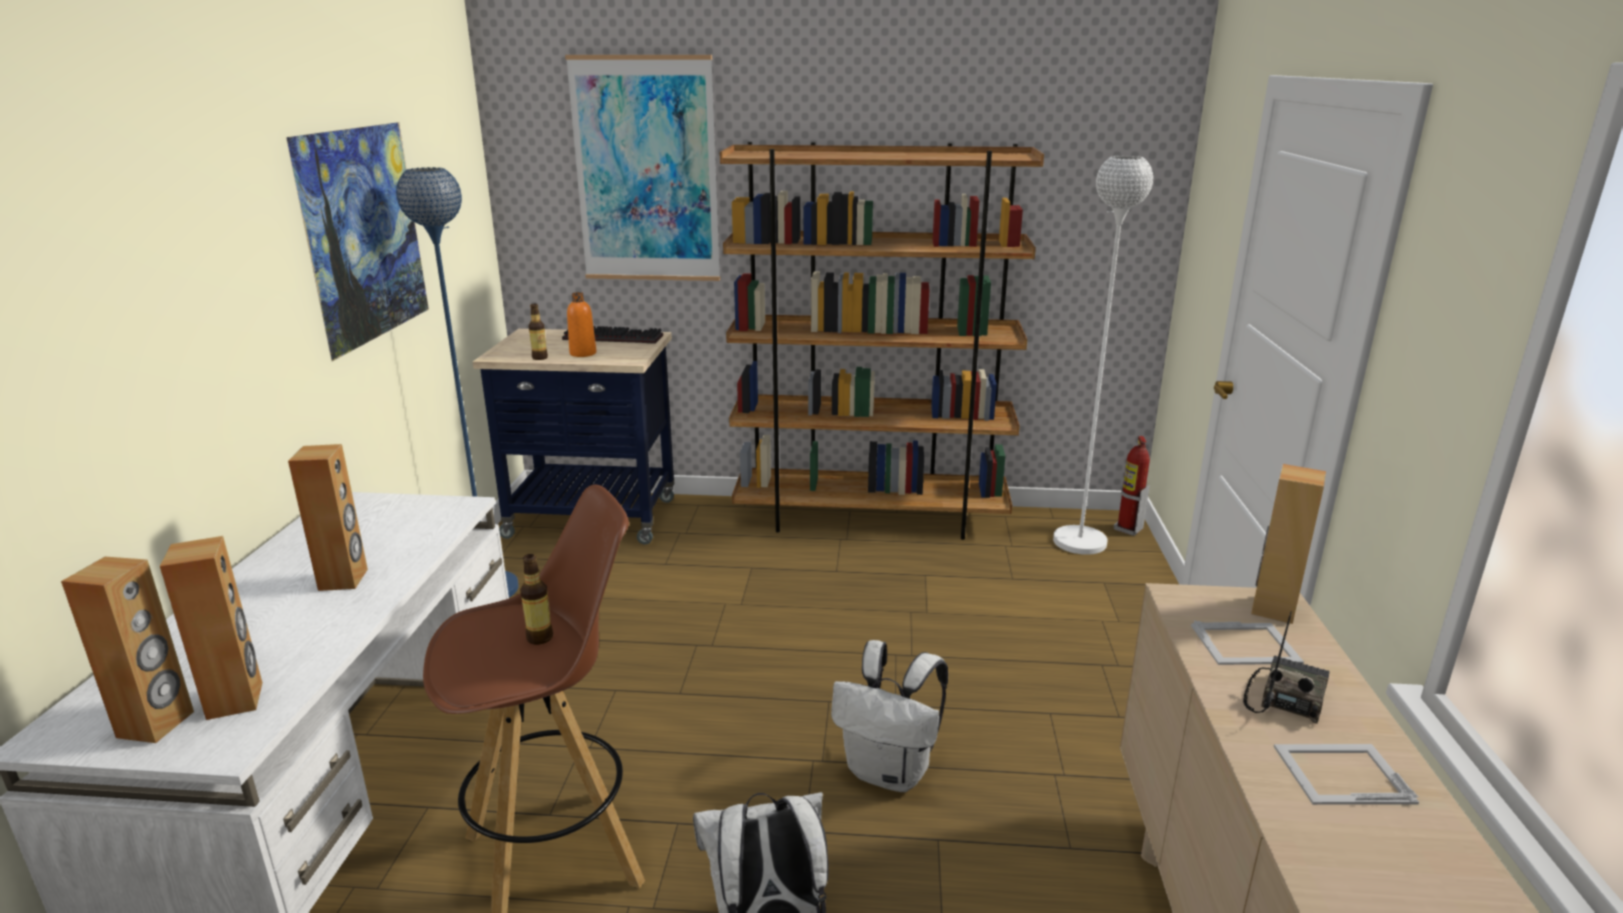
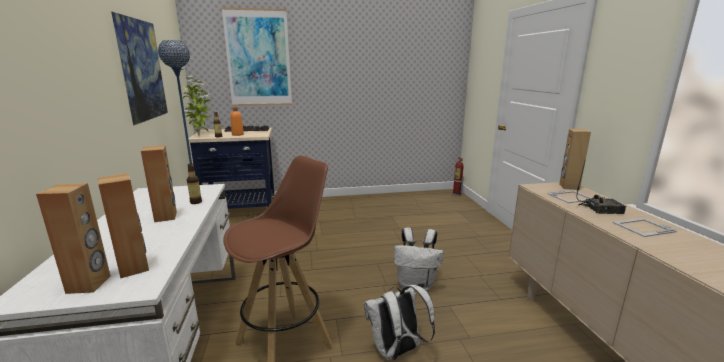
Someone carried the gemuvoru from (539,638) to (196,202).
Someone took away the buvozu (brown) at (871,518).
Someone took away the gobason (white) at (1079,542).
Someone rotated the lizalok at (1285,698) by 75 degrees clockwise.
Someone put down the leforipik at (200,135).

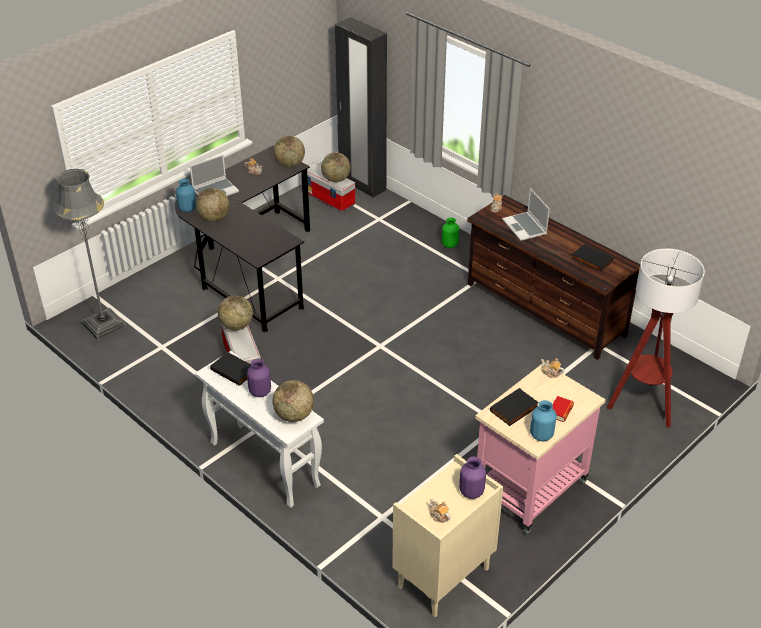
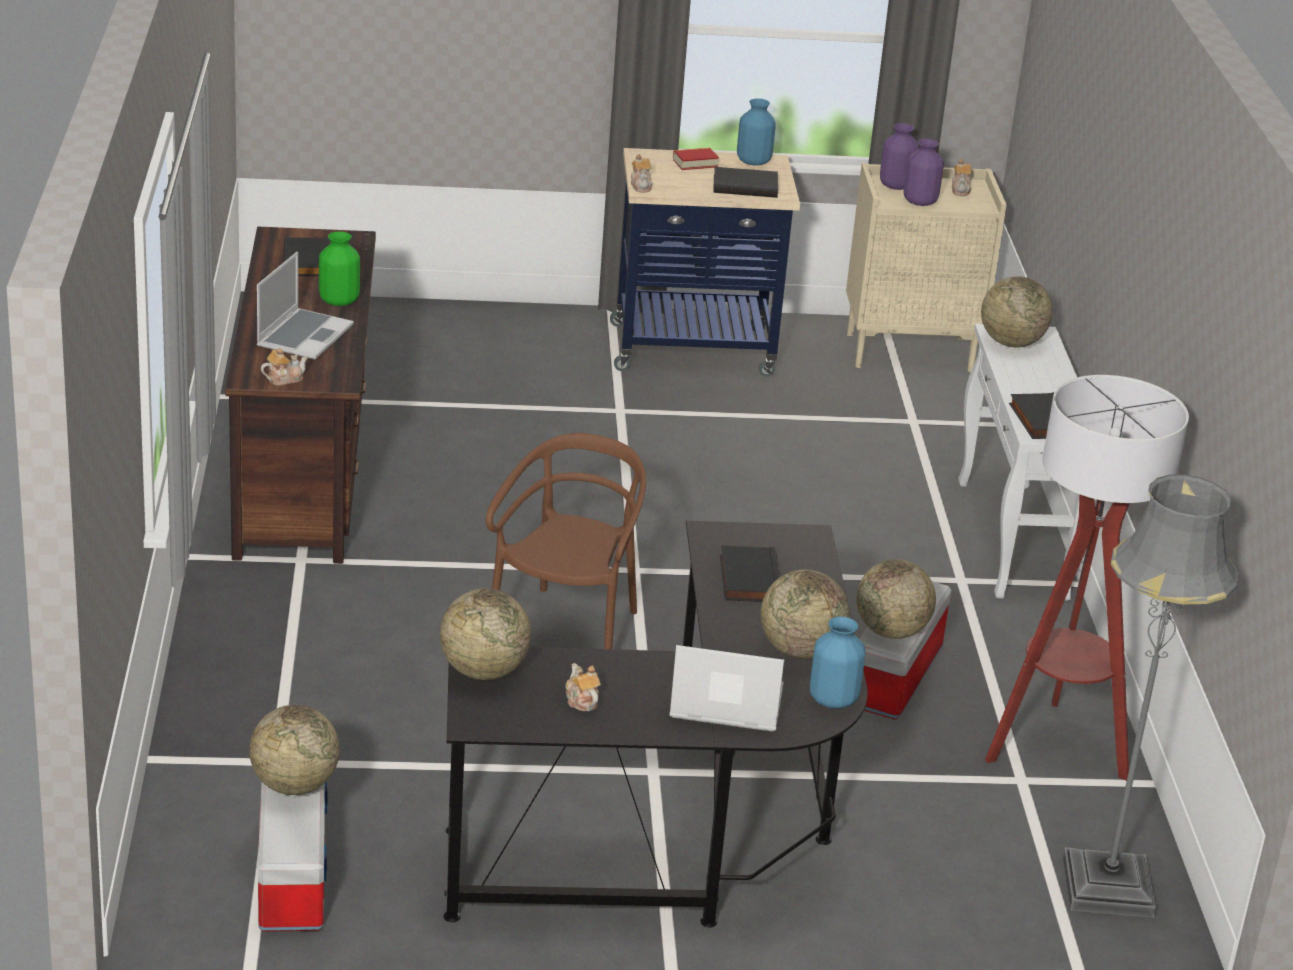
Someone carried the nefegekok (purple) from (260,392) to (920,201).
Someone took away the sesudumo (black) at (362,184).
Someone carried the nefegekok (green) from (450,244) to (338,301).
Someone repainted the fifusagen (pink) at (530,491), which became the fifusagen (blue) at (693,349).
Someone carried the gobason from (642,406) to (1056,747).
Someone put down the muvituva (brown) at (566,633).
Someone put down the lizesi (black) at (747,579).

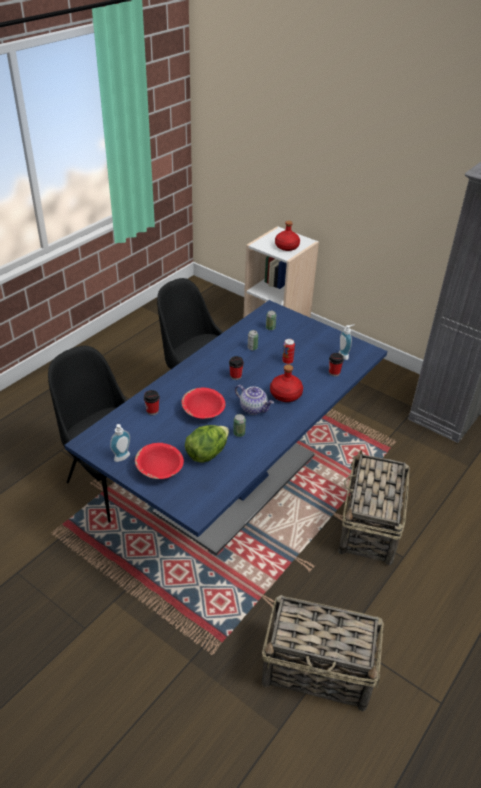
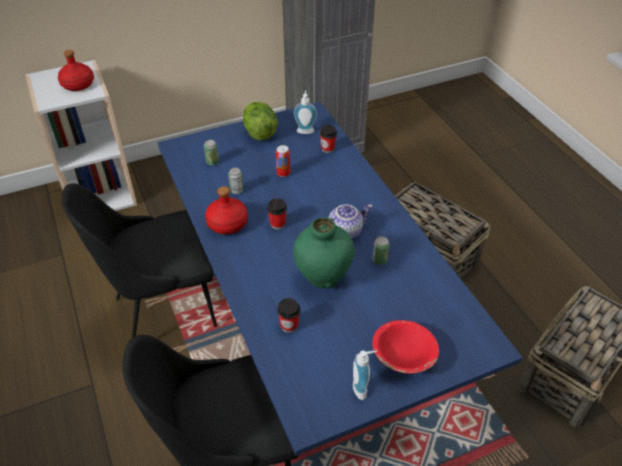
Someone swapped the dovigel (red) at (203,412) for the nefegekok (green) at (323,277).
Someone carried the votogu from (207,453) to (259,132).
Someone carried the gemuvoru (red) from (286,394) to (227,223).

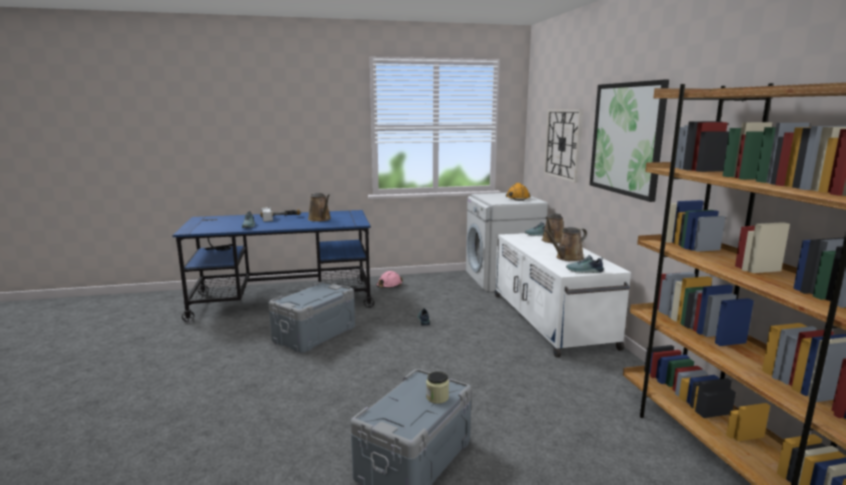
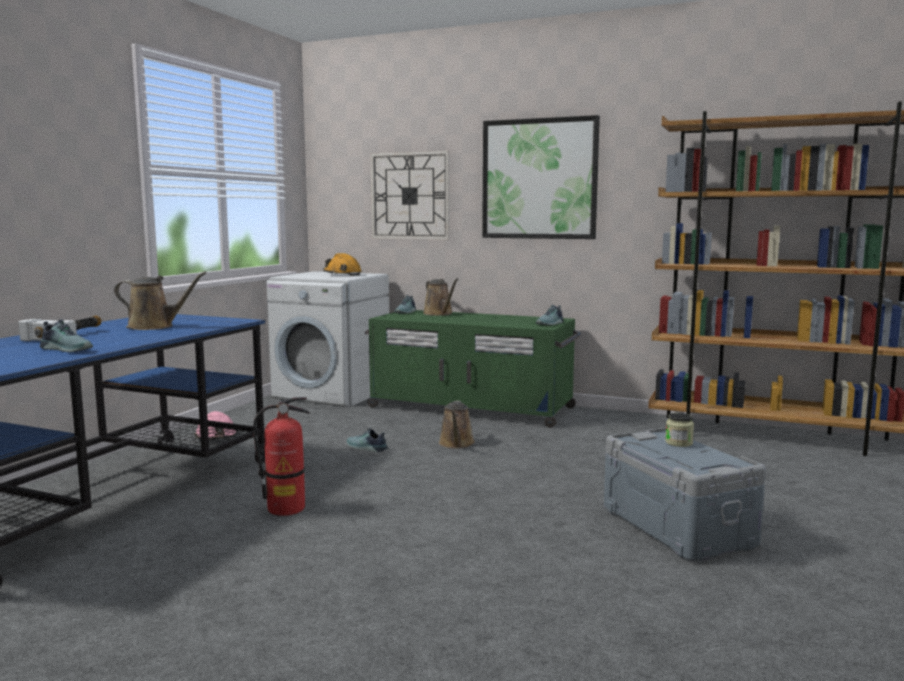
Someone swapped the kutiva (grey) at (315,334) for the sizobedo at (286,509).
Someone repainted the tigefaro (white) at (550,320), which became the tigefaro (green) at (472,407).
Someone carried the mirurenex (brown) from (567,258) to (456,444).

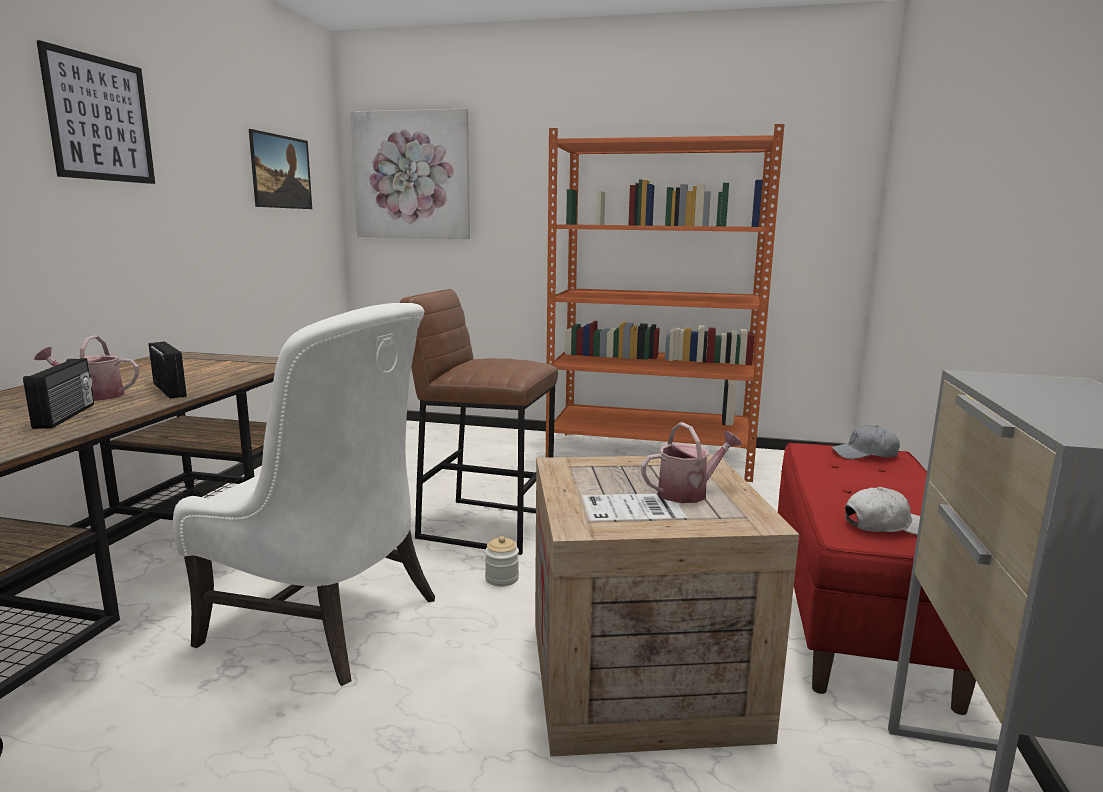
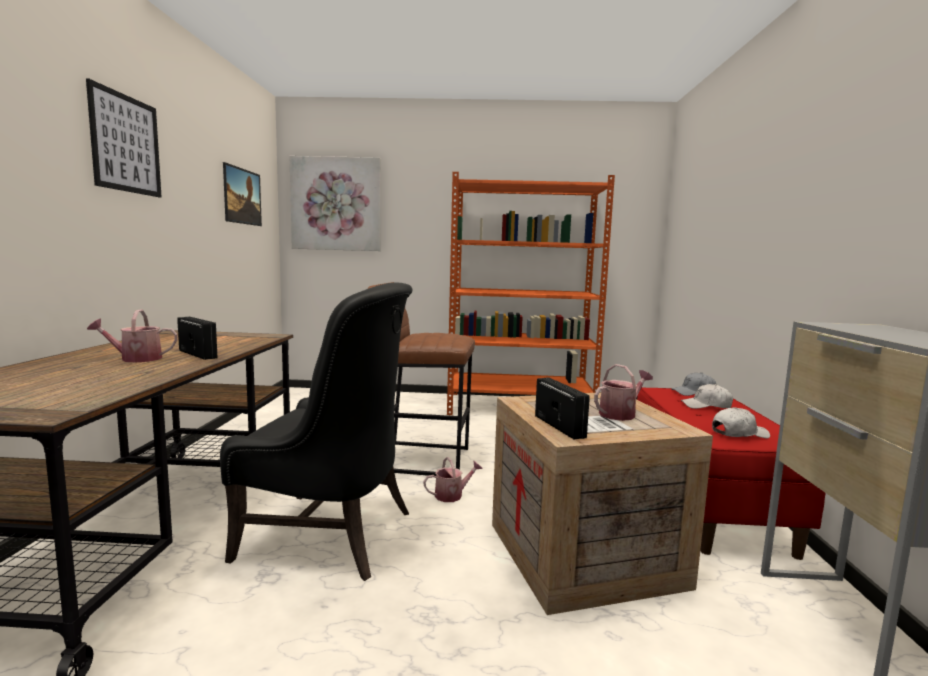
Someone carried the lizalok from (67,416) to (560,426).
Someone repainted the muvituva (white) at (327,620), which became the muvituva (black) at (330,534).
Someone swapped the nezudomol at (502,578) for the mirurenex at (452,495).
Someone put down the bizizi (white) at (706,406).

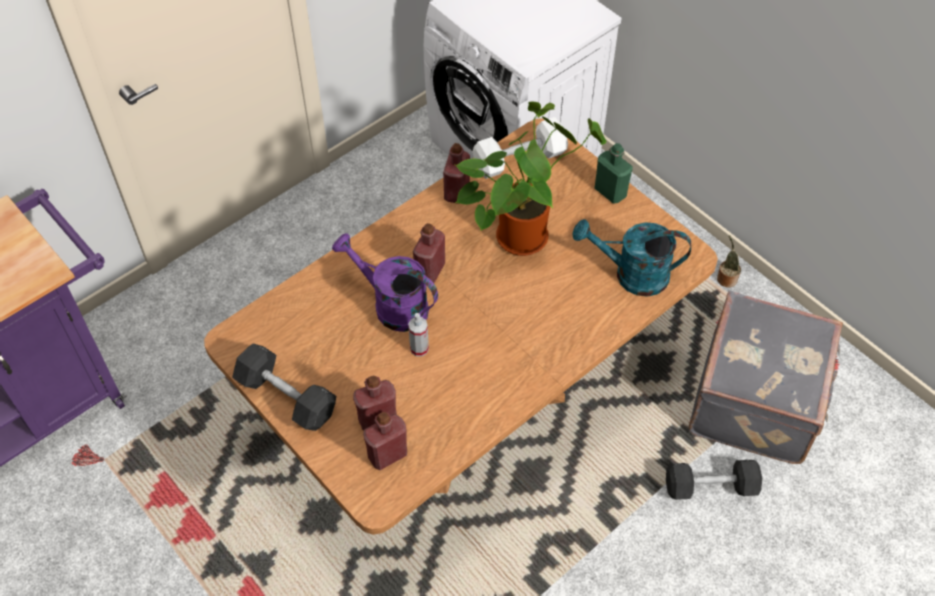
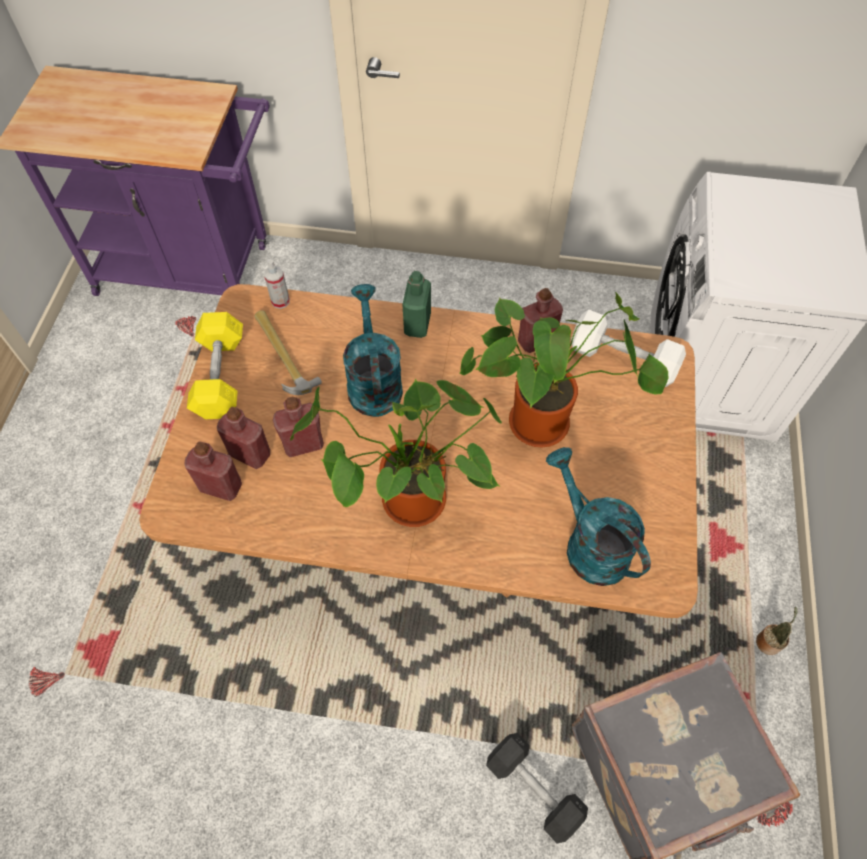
Someone repainted the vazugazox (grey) at (286,397), which became the vazugazox (yellow) at (220,376).
Someone repainted the mirurenex (purple) at (392,305), which became the mirurenex (turquoise) at (373,381).
Someone carried the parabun from (419,348) to (280,301).
Someone carried the gemuvoru (red) from (430,271) to (303,444).
Someone carried the gemuvoru (green) from (610,192) to (417,324).
Someone put down the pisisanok at (283,354).
Someone put down the leforipik at (408,505).

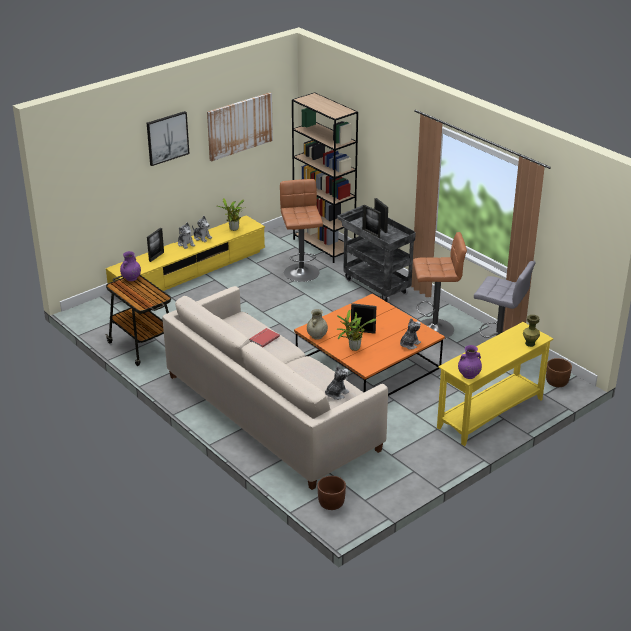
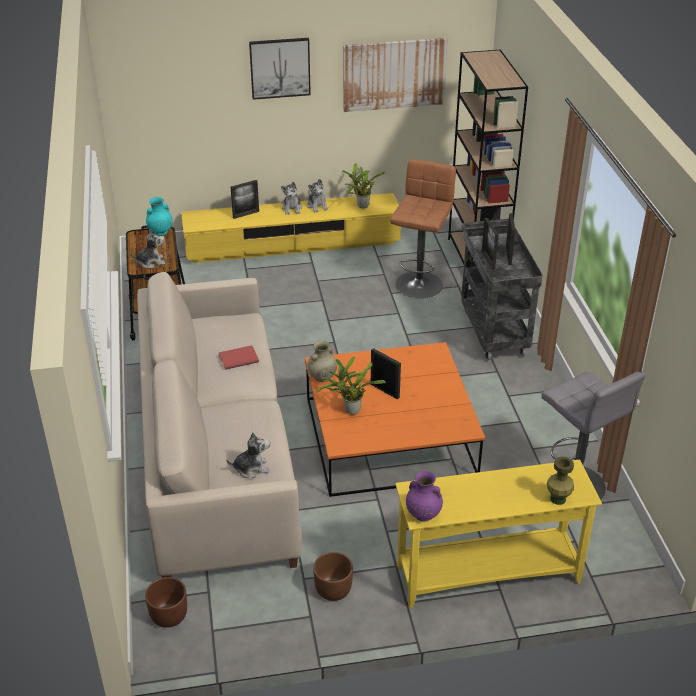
Someone repainted the nefegekok (purple) at (131,278), which became the nefegekok (turquoise) at (160,232).
Someone carried the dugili from (409,344) to (150,262).
Someone took away the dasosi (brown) at (435,329).
Someone carried the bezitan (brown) from (557,382) to (333,590).

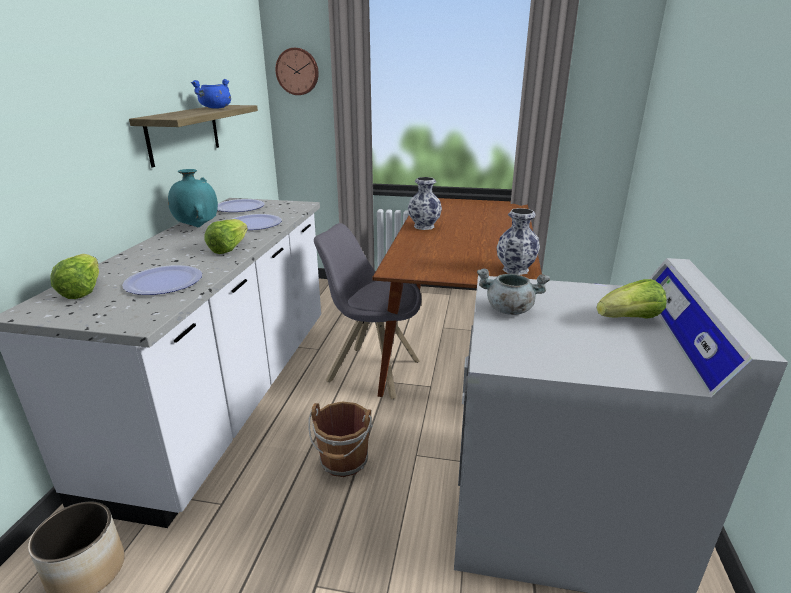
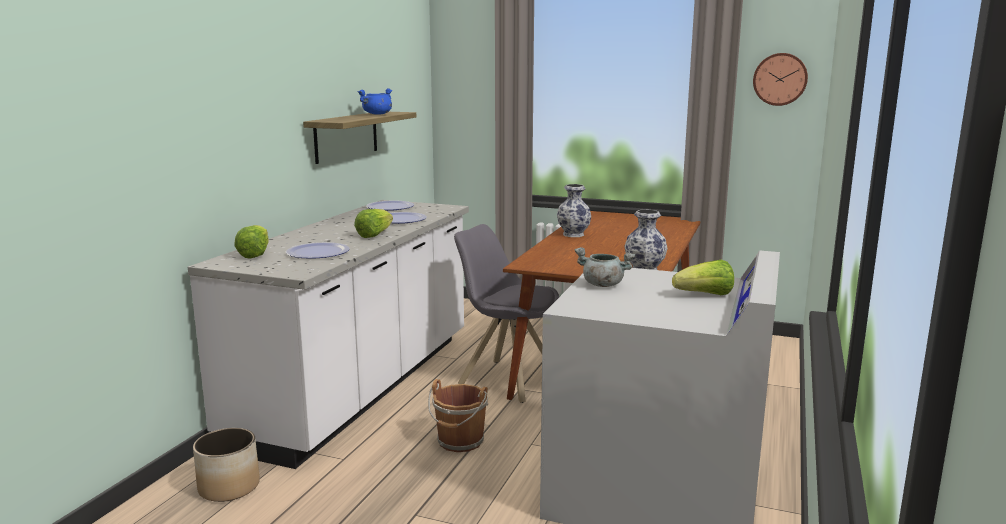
Someone took away the nefegekok (turquoise) at (197,227).
Someone carried the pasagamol from (298,71) to (780,79).

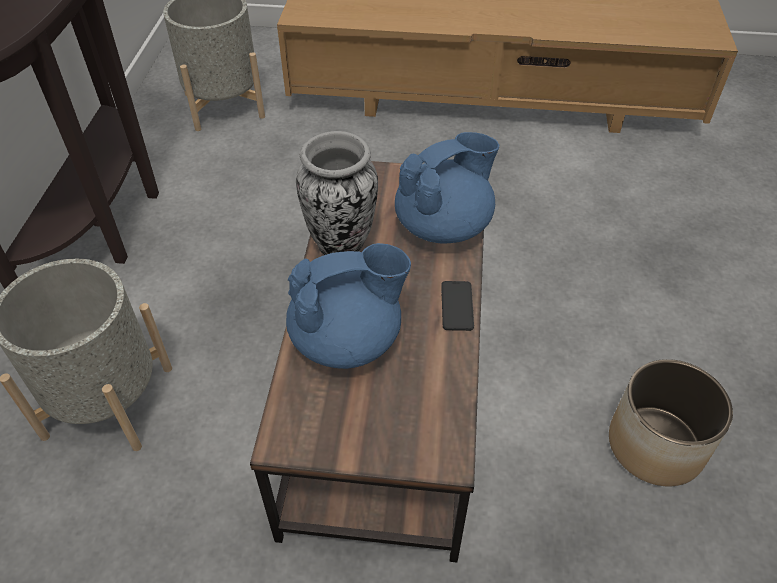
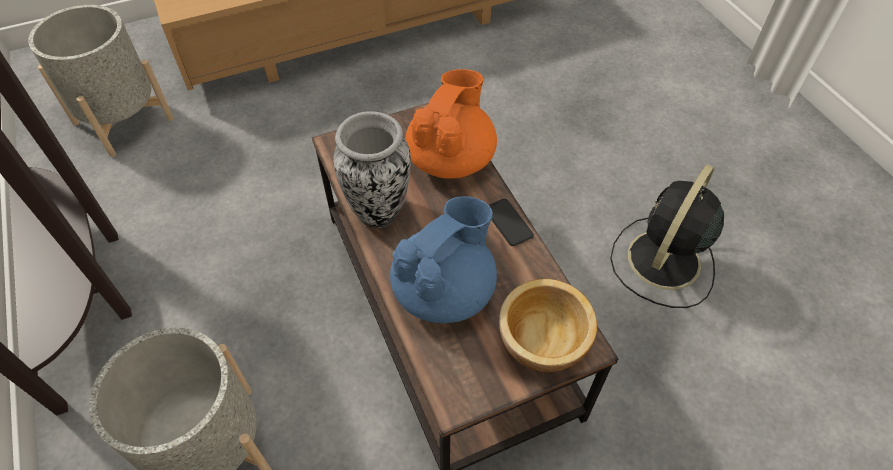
Someone repainted the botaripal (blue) at (444,225), which became the botaripal (orange) at (451,159).
Someone swapped the bezitan at (655,446) for the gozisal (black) at (662,262).
Someone put down the dovigel at (543,342).

